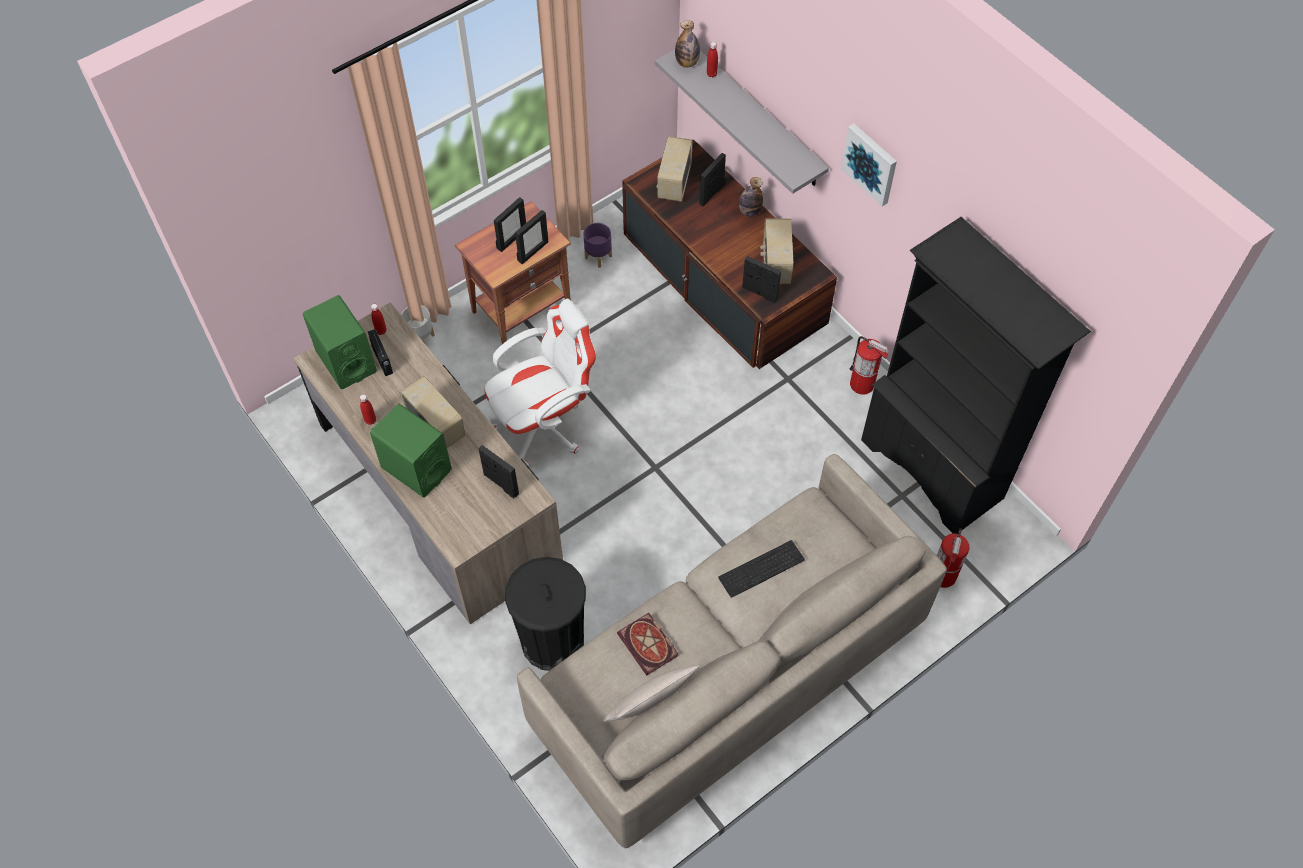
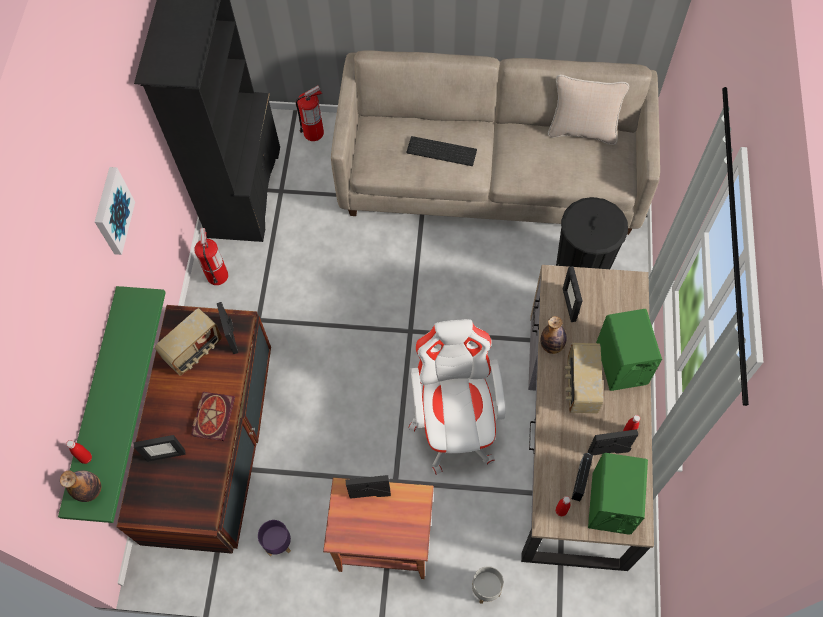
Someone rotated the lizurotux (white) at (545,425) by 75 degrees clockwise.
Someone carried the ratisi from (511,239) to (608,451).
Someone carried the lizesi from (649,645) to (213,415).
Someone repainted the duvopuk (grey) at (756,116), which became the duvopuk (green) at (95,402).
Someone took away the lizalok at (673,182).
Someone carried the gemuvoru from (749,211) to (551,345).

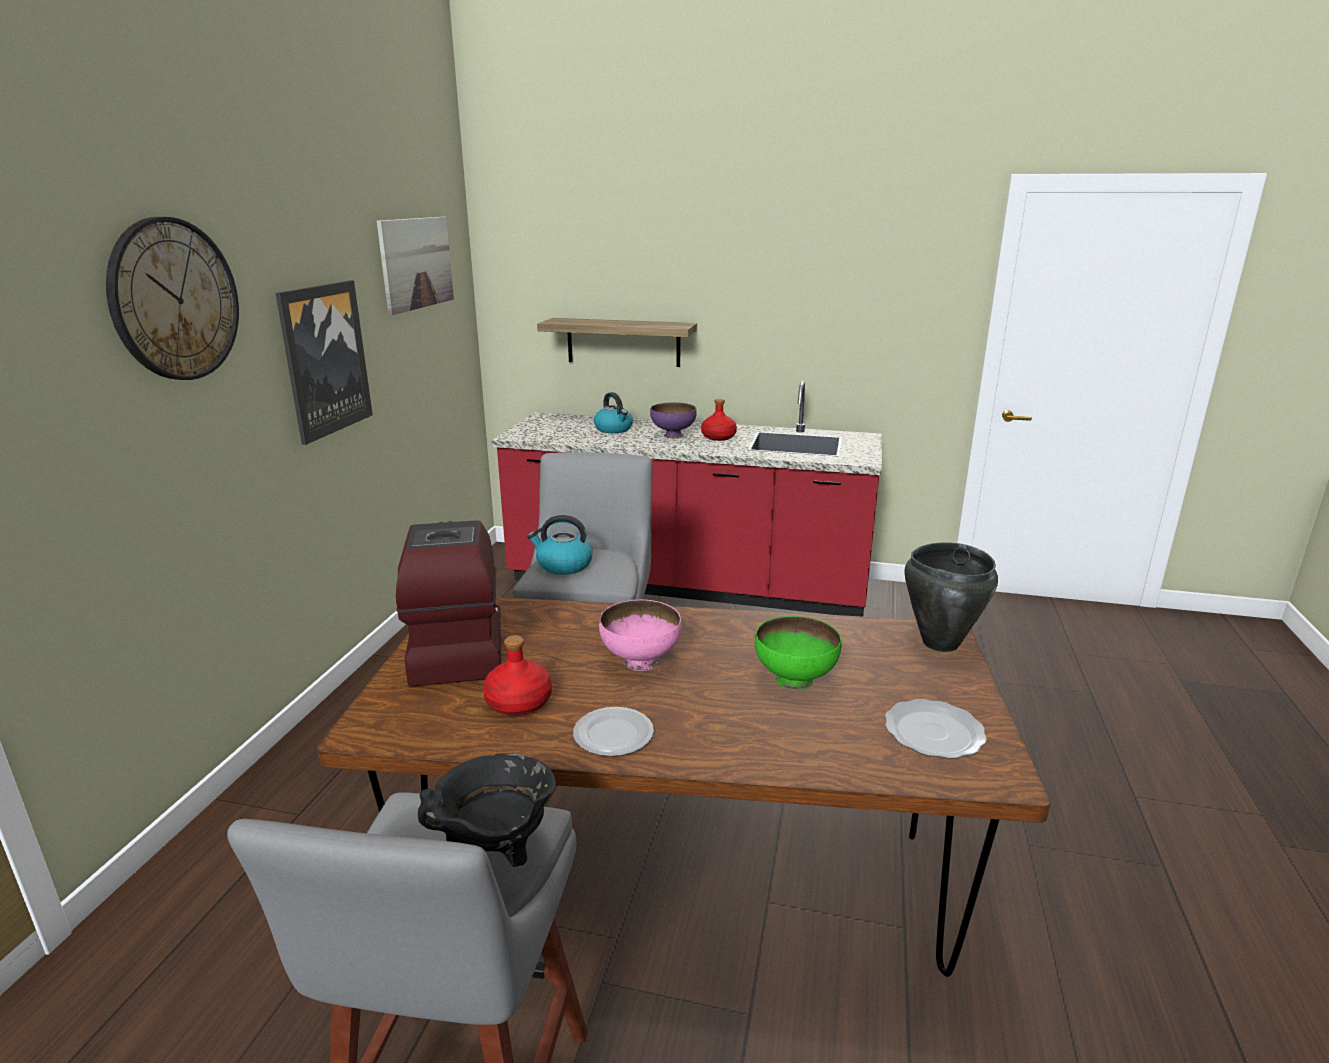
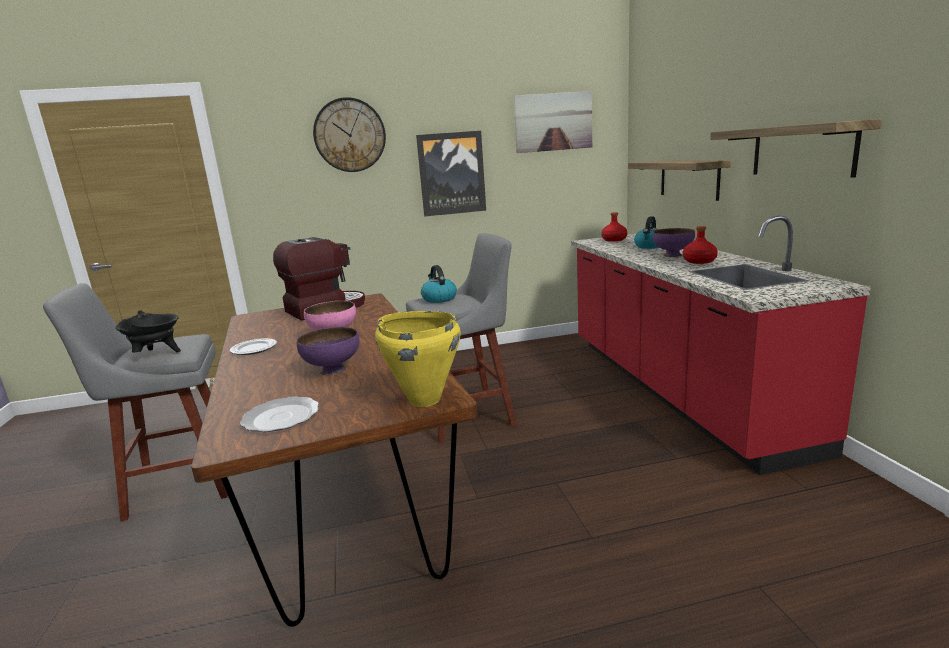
Someone carried the gemuvoru (red) from (519,702) to (614,240).
Someone repainted the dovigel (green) at (795,681), which became the dovigel (purple) at (332,370).
Someone repainted the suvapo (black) at (939,643), which became the suvapo (yellow) at (424,399).
Someone put up the duvopuk at (802,150).

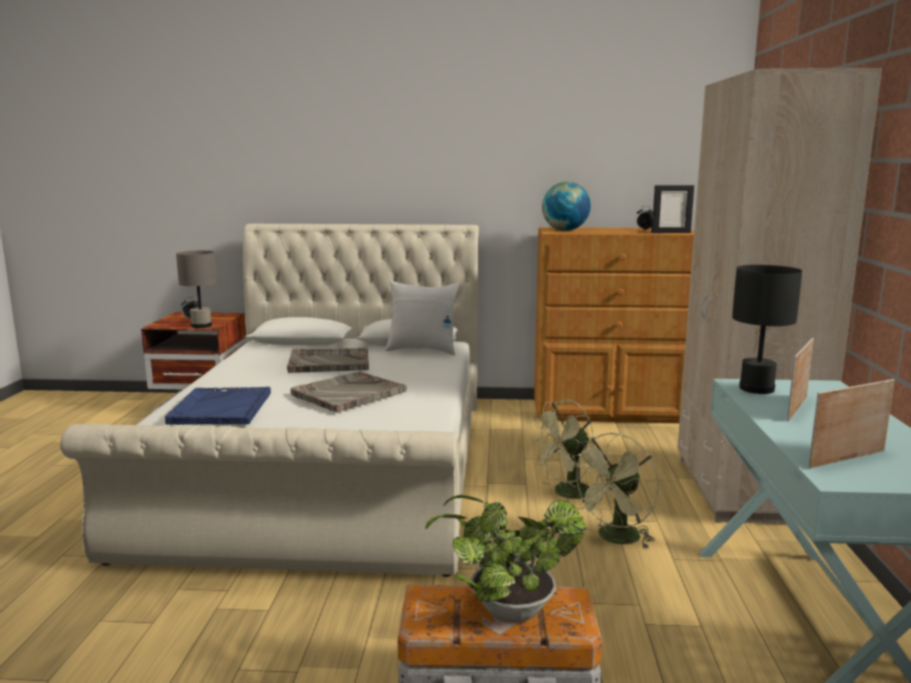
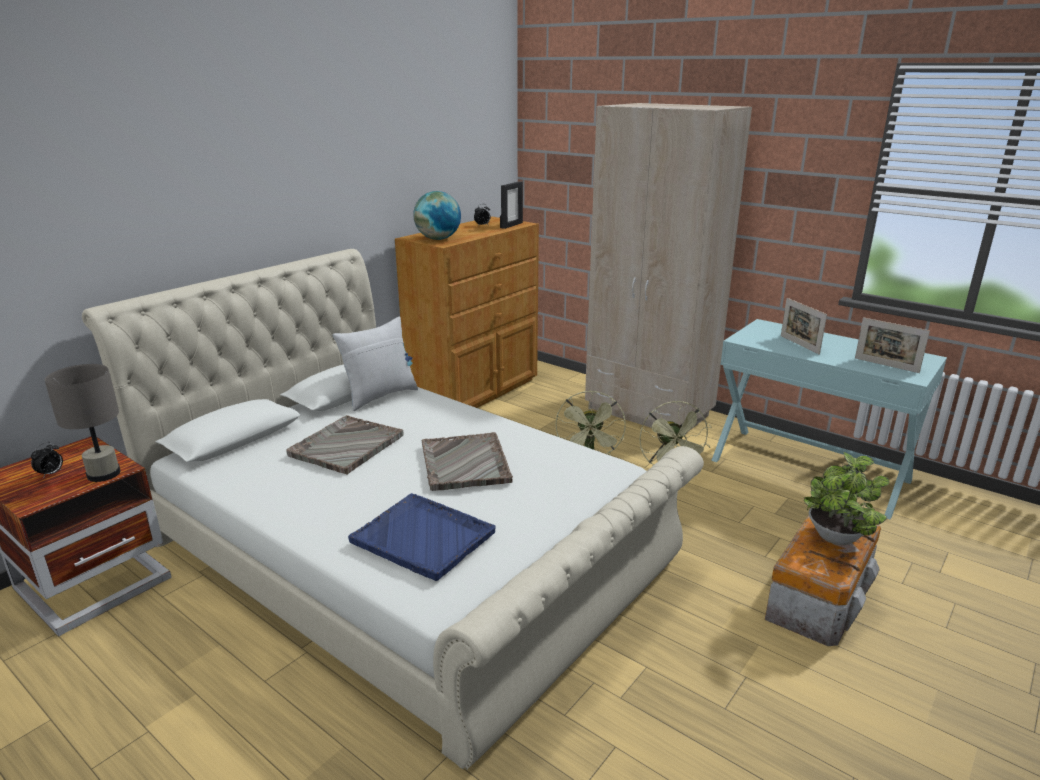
Someone took away the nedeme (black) at (756,388).
Someone rotated the ratisi at (847,459) by 60 degrees counterclockwise.

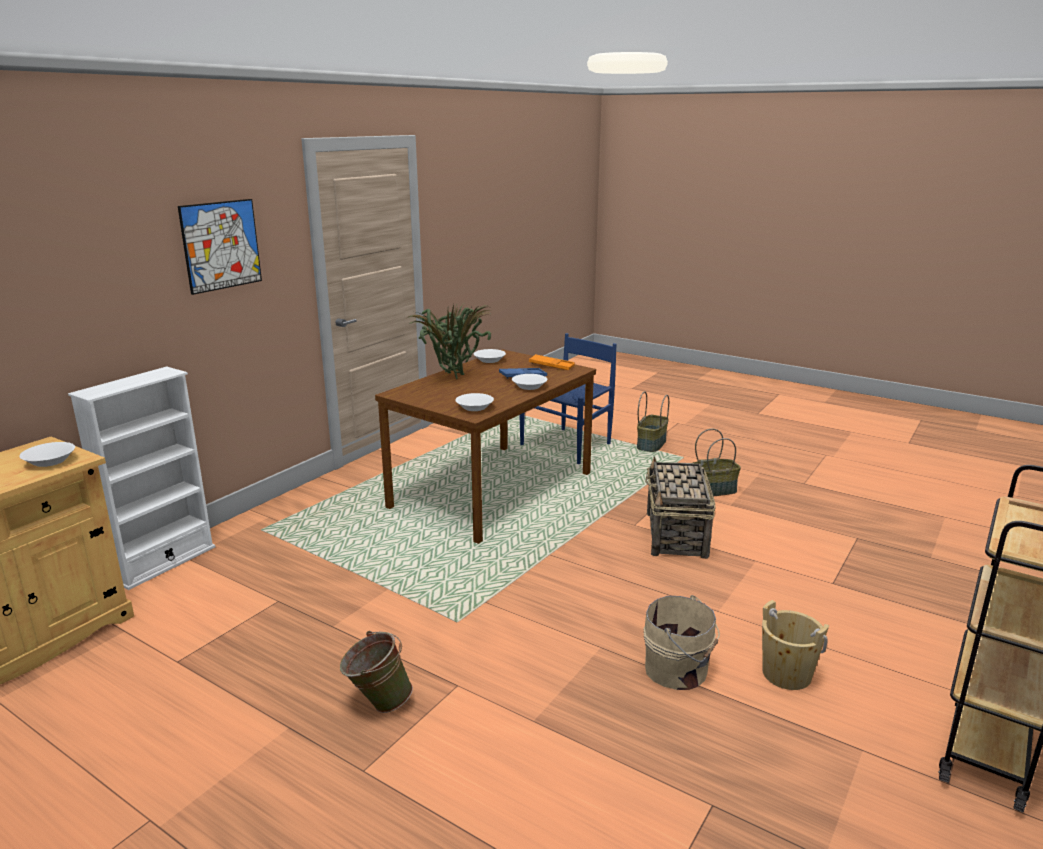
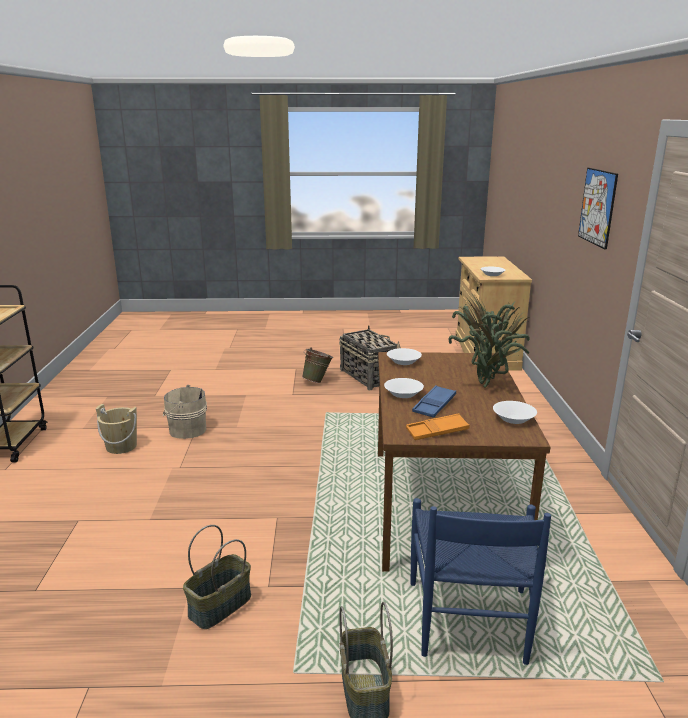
Someone took away the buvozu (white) at (164,563).
Someone carried the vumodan from (676,535) to (368,376).

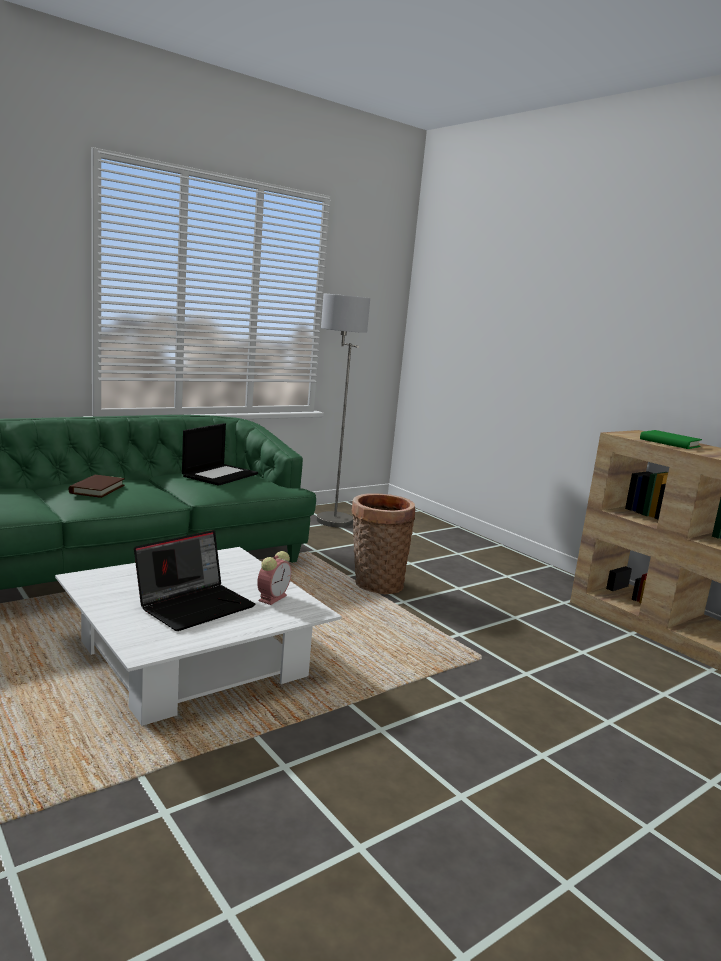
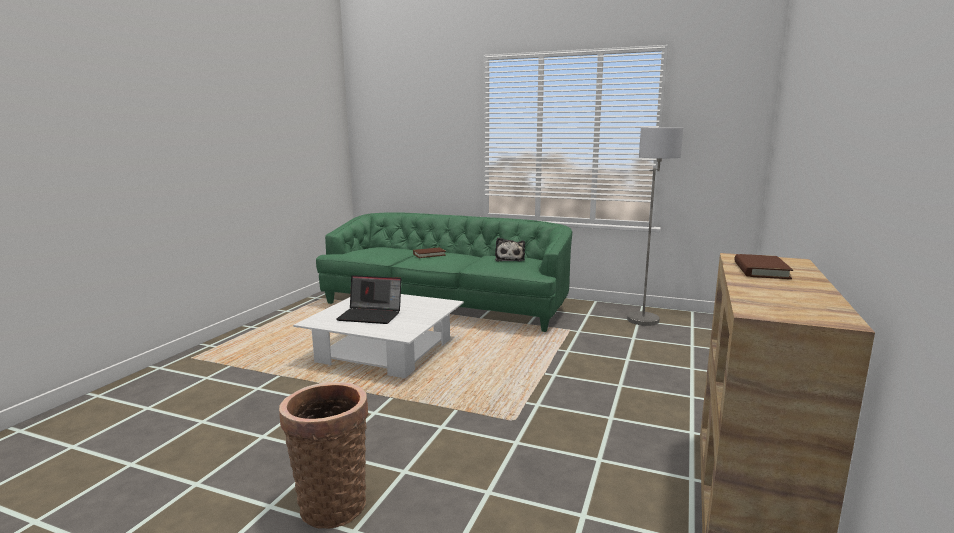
Someone swapped the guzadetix at (220,475) for the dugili at (510,259).
Someone took away the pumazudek at (273,597).
Someone carried the vumodan from (375,584) to (332,503).
Someone repainted the lizesi (green) at (669,443), which became the lizesi (brown) at (761,270).

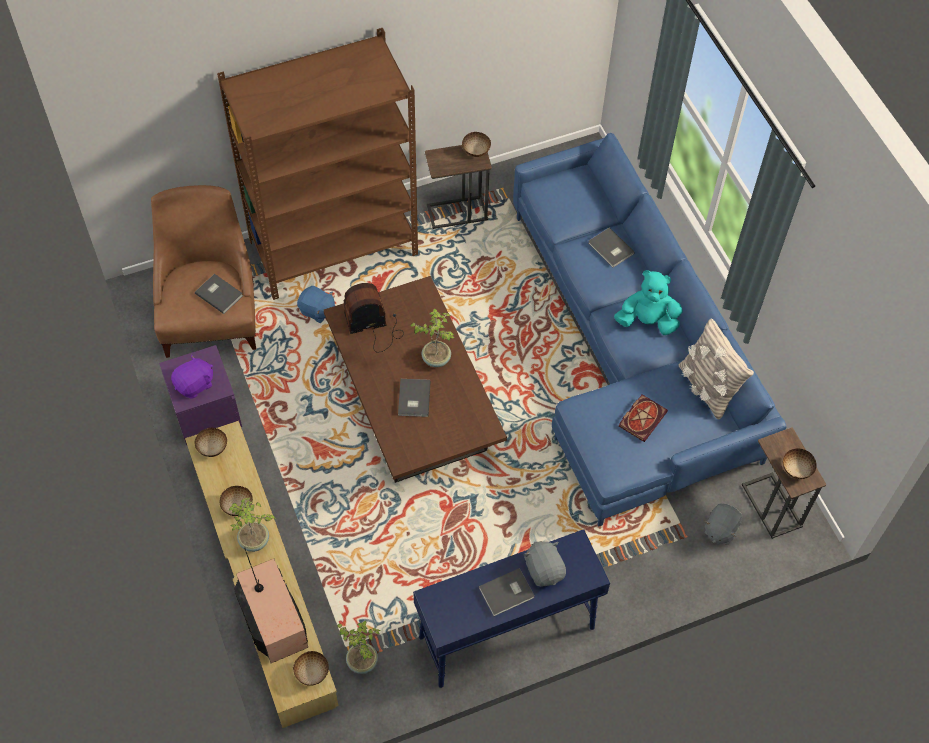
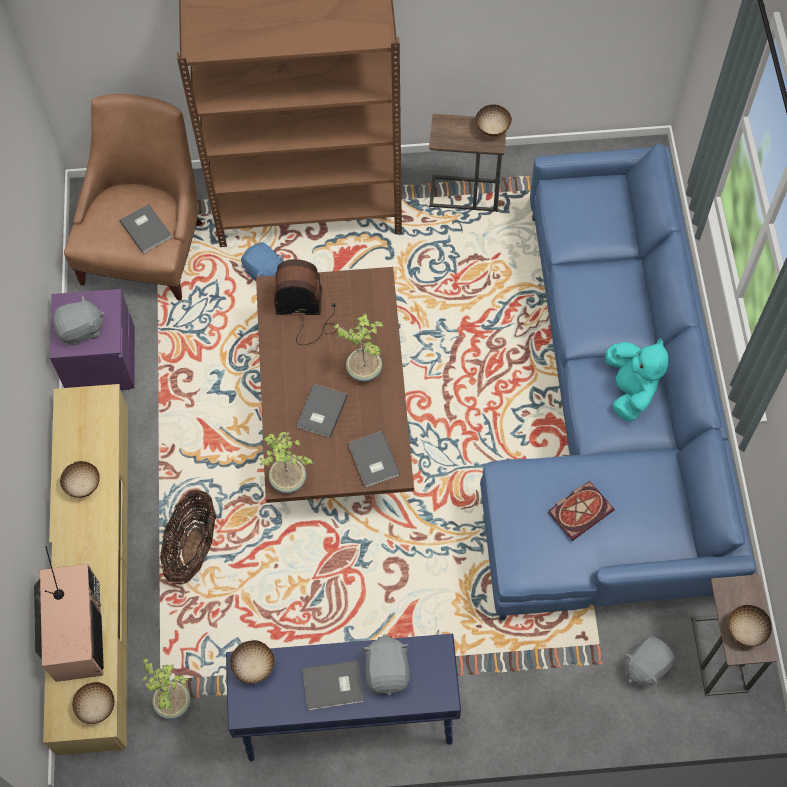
Someone repainted the dugili (purple) at (195,384), which became the dugili (grey) at (81,330).
Someone carried the dovigel from (213,448) to (254,667).
Someone carried the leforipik from (254,541) to (288,481).
Someone carried the lizesi (grey) from (610,249) to (372,461).
Someone rotated the dugili (turquoise) at (647,321) by 60 degrees clockwise.
Someone took away the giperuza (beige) at (707,388).
Someone put down the vumodan at (192,547).

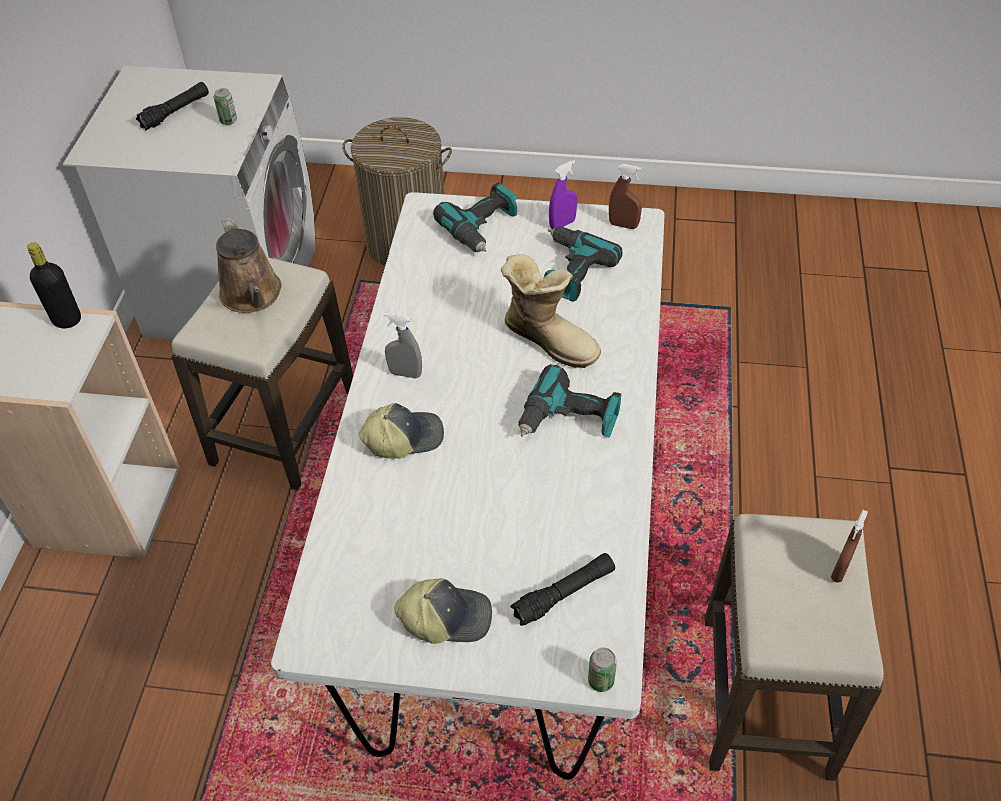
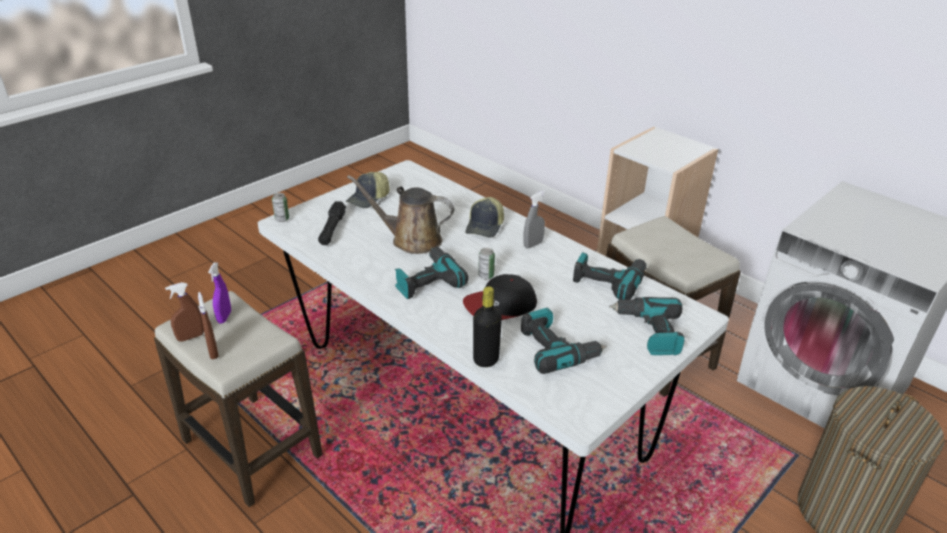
Someone carried the gemuvoru (black) from (67,320) to (486,360).
Someone took away the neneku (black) at (175,112).
Someone carried the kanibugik from (228,121) to (486,276).
Someone carried the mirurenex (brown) from (252,295) to (411,240).
Someone swapped the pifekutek at (550,338) for the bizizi at (500,306).
Someone carried the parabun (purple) from (562,224) to (224,317).
Someone carried the parabun (brown) from (623,225) to (190,337).
Someone put down the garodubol at (608,281).

